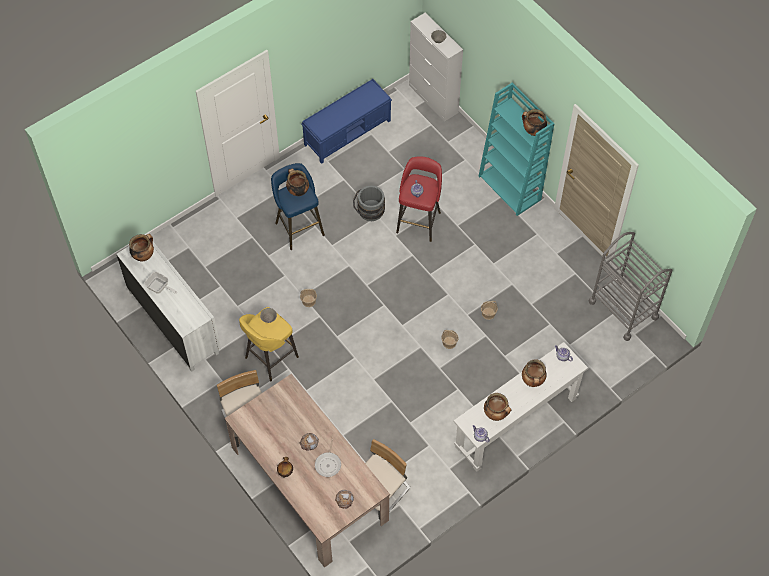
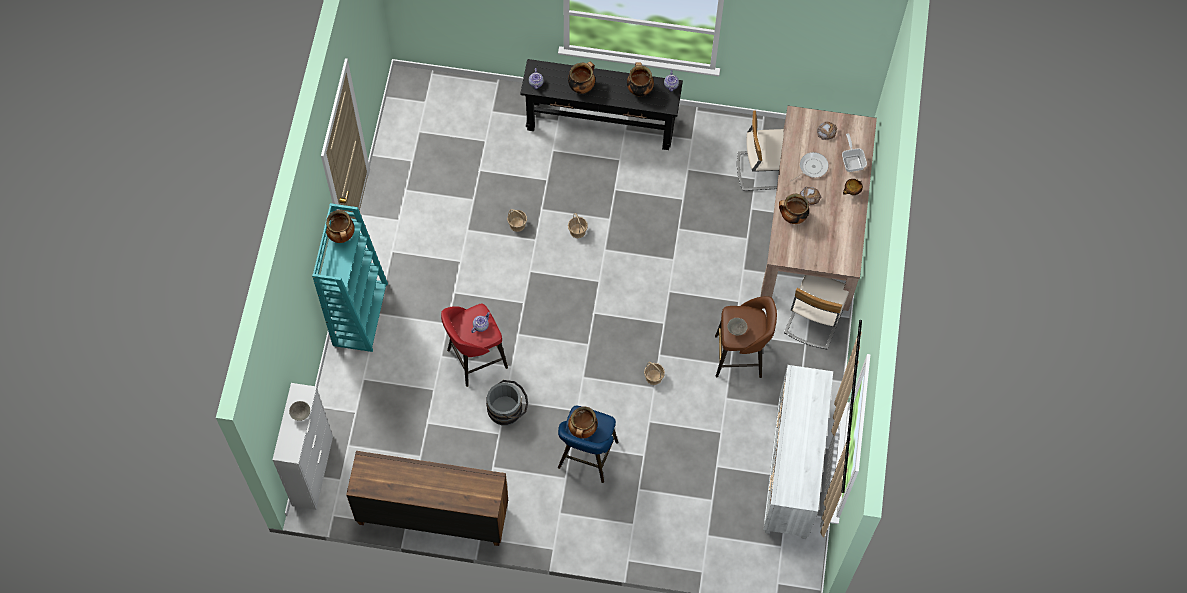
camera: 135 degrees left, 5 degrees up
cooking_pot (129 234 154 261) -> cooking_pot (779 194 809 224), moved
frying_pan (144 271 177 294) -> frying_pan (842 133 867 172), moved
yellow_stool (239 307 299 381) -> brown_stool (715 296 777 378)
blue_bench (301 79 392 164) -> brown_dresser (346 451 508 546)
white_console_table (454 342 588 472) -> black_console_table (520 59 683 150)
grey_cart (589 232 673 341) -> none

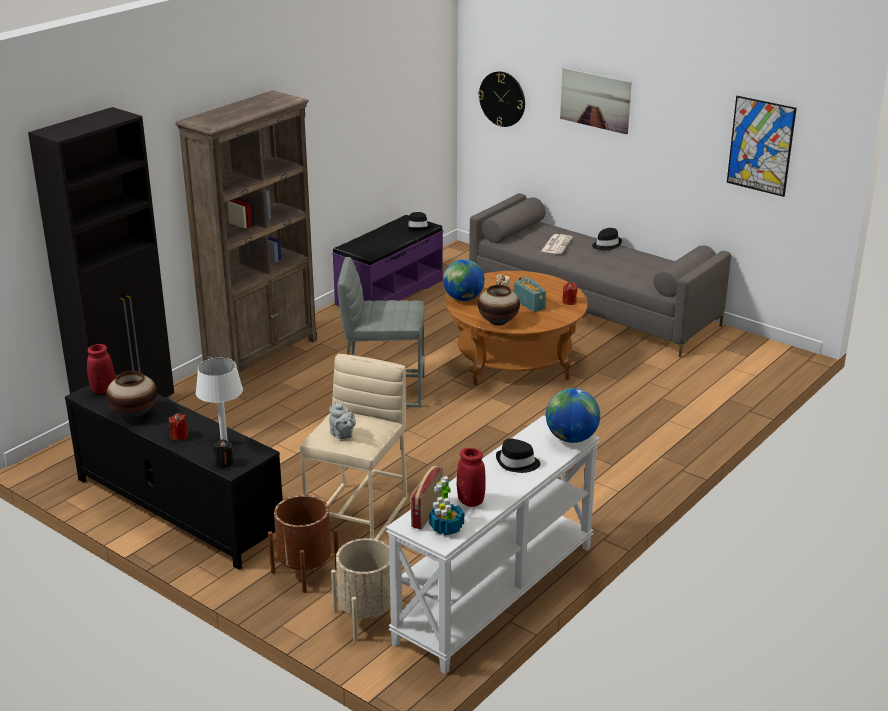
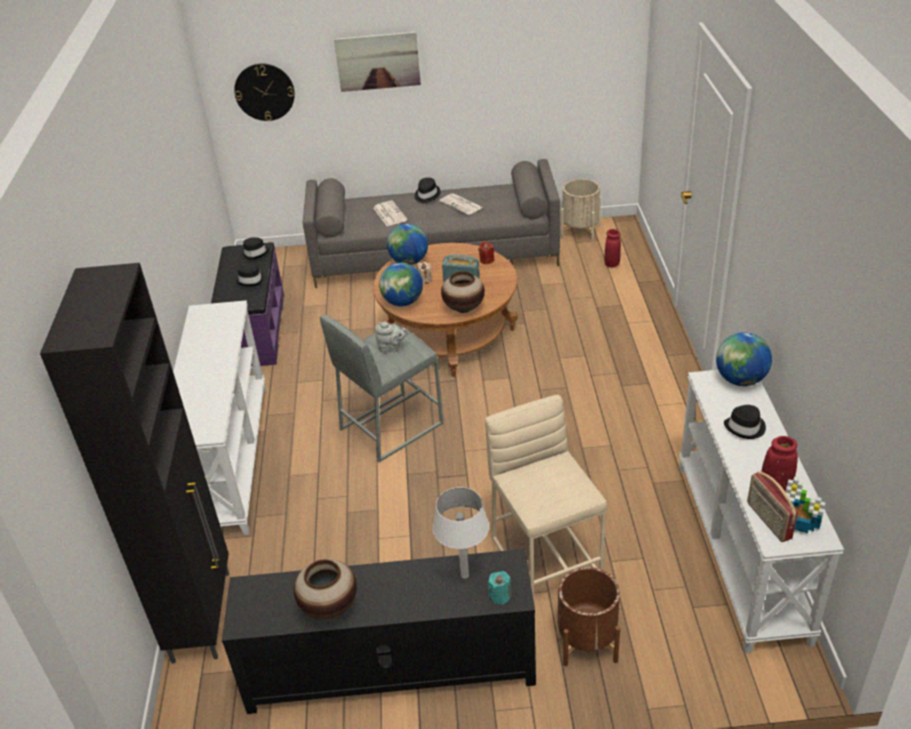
camera: 40 degrees left, 10 degrees up
red_vase (87 344 115 394) -> red_vase (605 229 621 267), moved
red_candle (169 413 188 440) -> none
brown_bookcase (175 90 317 373) -> white_console_table (173 300 266 535)
black_candle (214 440 234 468) -> turquoise_candle (488 571 511 605)
grey_teapot (329 401 356 439) -> grey_teapot (375 321 409 352), moved
beige_planter (331 538 391 641) -> beige_planter (561 179 601 242), moved
picture (727 96 797 197) -> none
none -> black_hat (235 263 266 286)
none -> globe (387 224 428 265)
none -> newspaper (439 193 483 215)

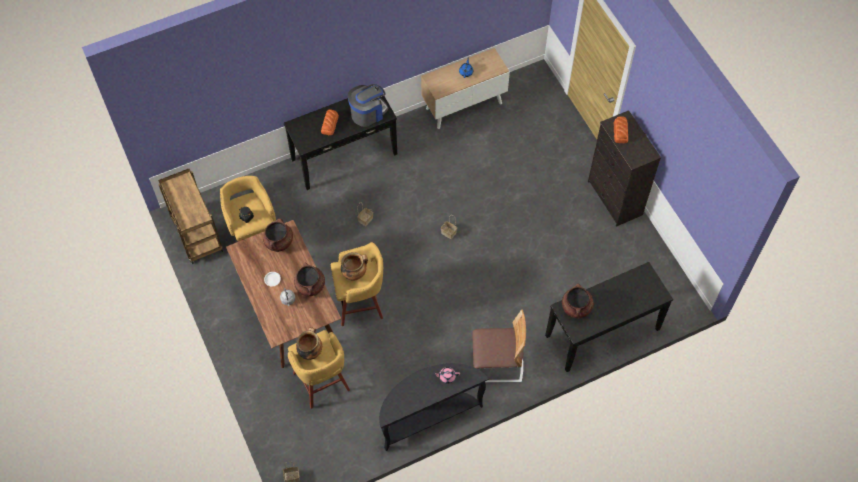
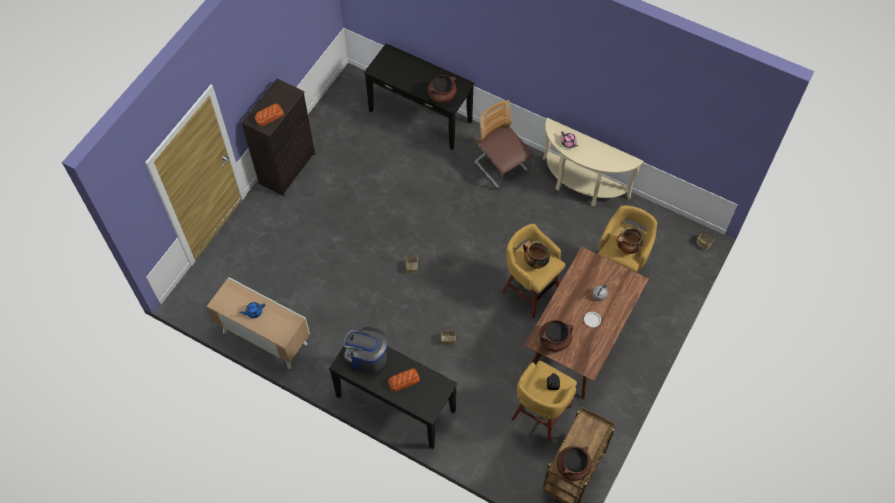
camera: 125 degrees left, 0 degrees up
brown_cooking_pot (294 263 325 296) -> brown_cooking_pot (557 446 591 481), moved
black_console_table (379 363 489 451) -> beige_console_table (543 118 643 206)

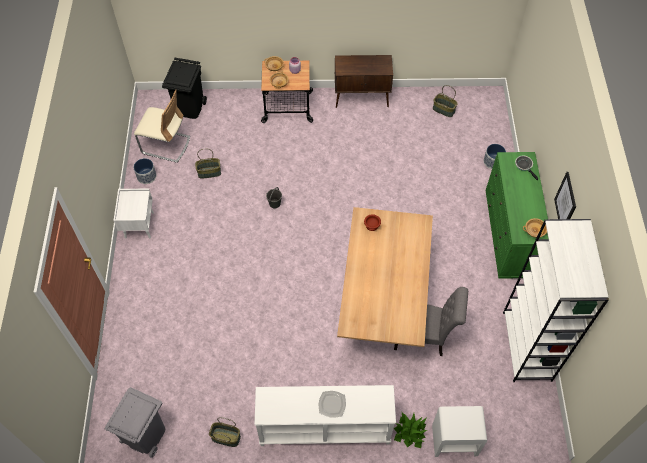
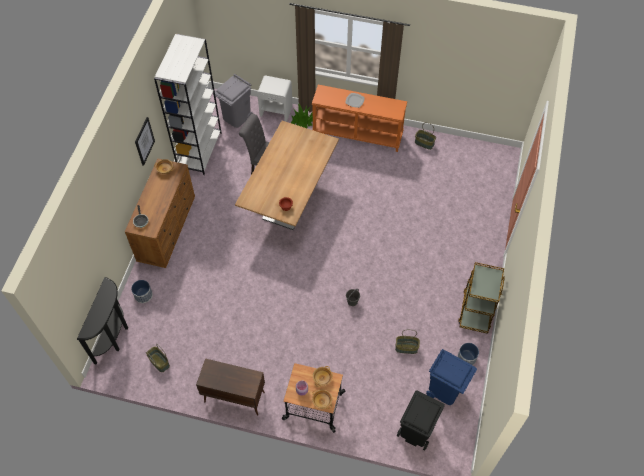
camera: 165 degrees left, 0 degrees up
grey_trash_can (105 387 165 458) -> grey_trash_can (213 74 253 128), moved
white_nightstand (113 189 154 239) -> brown_cart (458 262 505 334)
beige_chair (134 89 190 163) -> blue_trash_can (426 349 477 405)
white_console_table (254 385 396 446) -> orange_console_table (312 85 407 152)
green_dresser (486 152 548 279) -> brown_dresser (125 159 195 268)
none -> black_console_table (77 277 128 365)

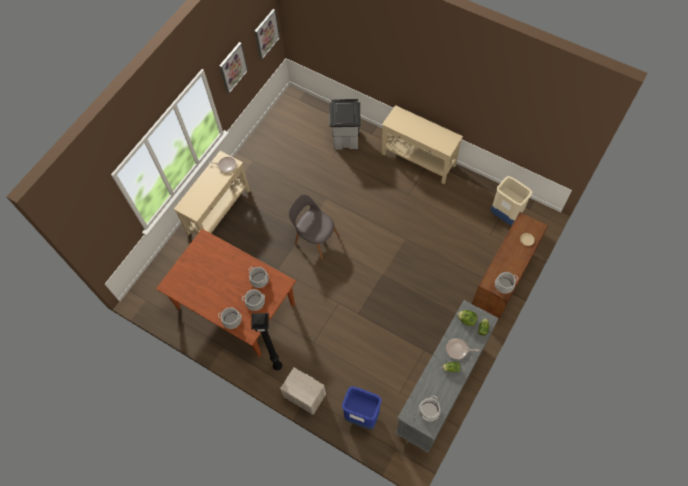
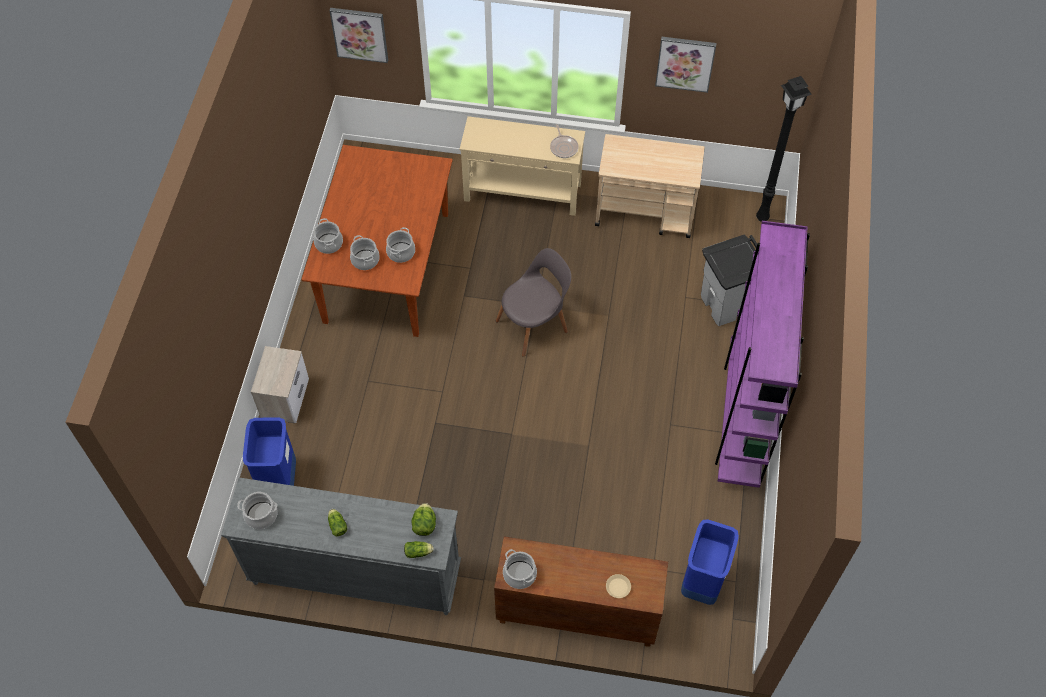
camera: 65 degrees right, 5 degrees down
black_floor_lamp (251 313 282 371) -> black_floor_lamp (756 76 812 222), moved
picture (255 9 280 60) -> picture (329 8 388 63), moved
grey_chair (289 195 340 259) -> grey_chair (496 248 571 357), 45 degrees clockwise
beige_console_table (382 105 463 184) -> purple_bookcase (715 221 810 488)
frying_pan (446 338 479 359) -> none
beige_trash_can (491 176 532 225) -> blue_trash_can (681 520 739 605)
none -> beige_cart (595 134 705 238)

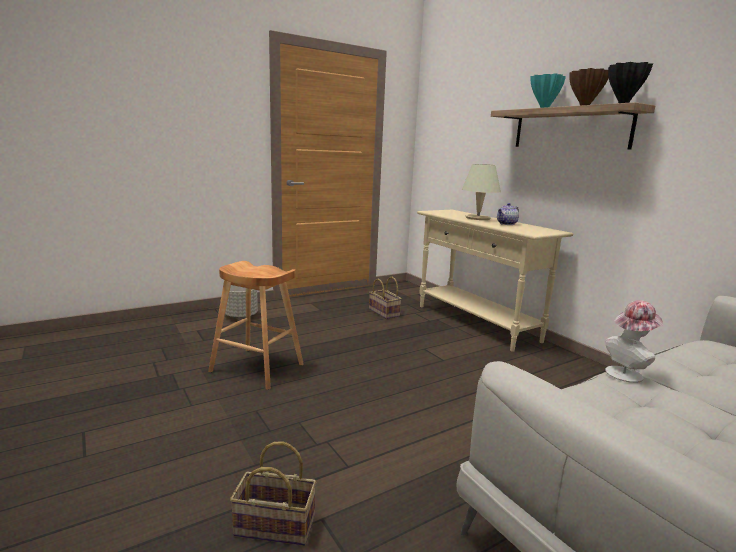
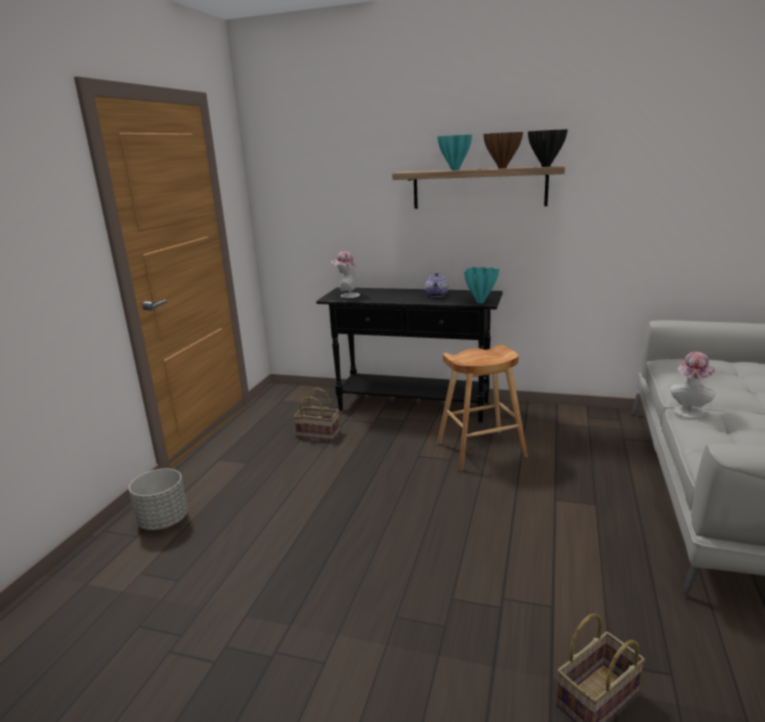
camera: 40 degrees left, 5 degrees up
brown_stool (208 261 304 390) -> brown_stool (437 344 528 471), moved
beige_console_table (417 210 573 352) -> black_console_table (316 287 503 422)
beige_table_lamp (462 164 501 220) -> none
none -> hat (331 251 360 298)
none -> turquoise_vase (464 267 499 303)

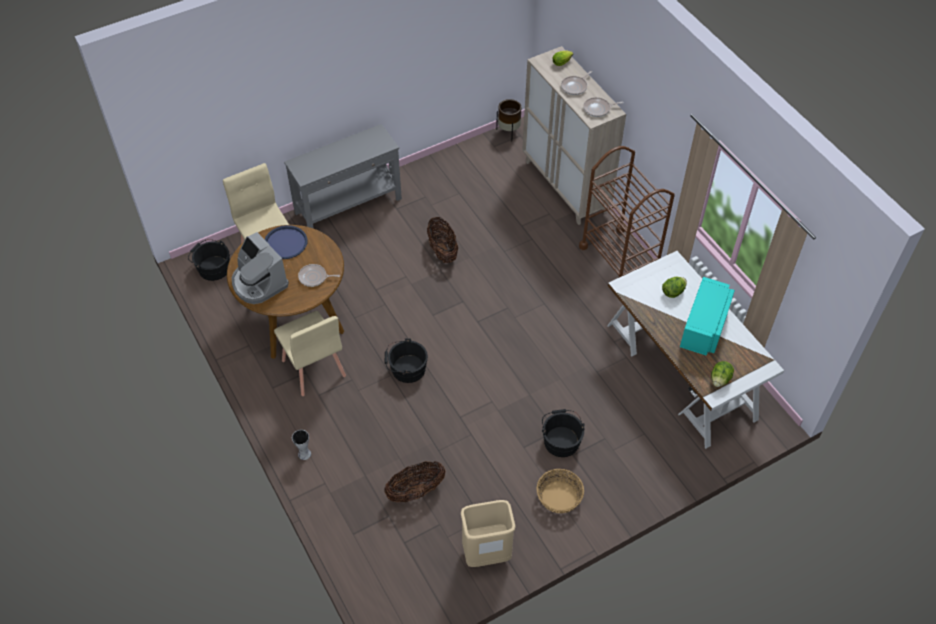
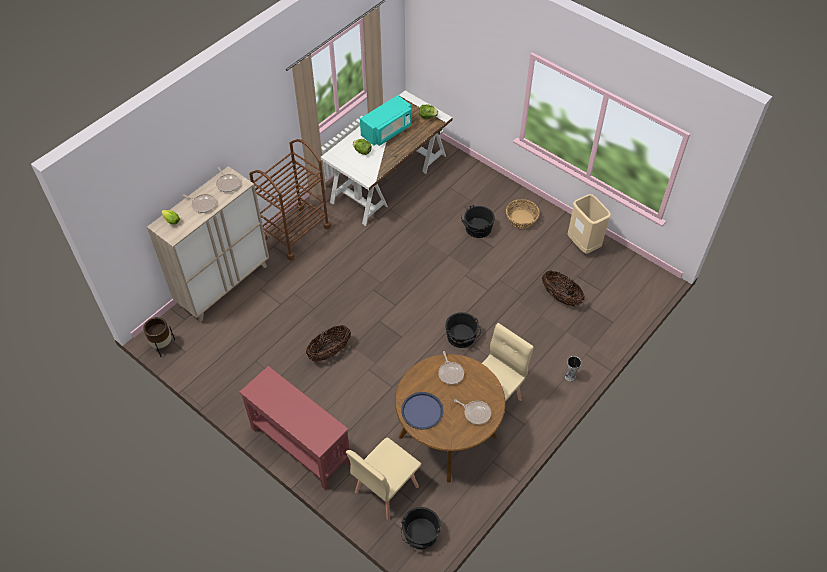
camera: 110 degrees left, 0 degrees up
coffee_machine (232 232 289 304) -> frying_pan (454 399 491 425)
grey_console_table (284 124 402 229) -> red_console_table (240 366 351 490)
turquoise_microwave (680 277 735 356) -> turquoise_microwave (360 95 412 146), 135 degrees clockwise

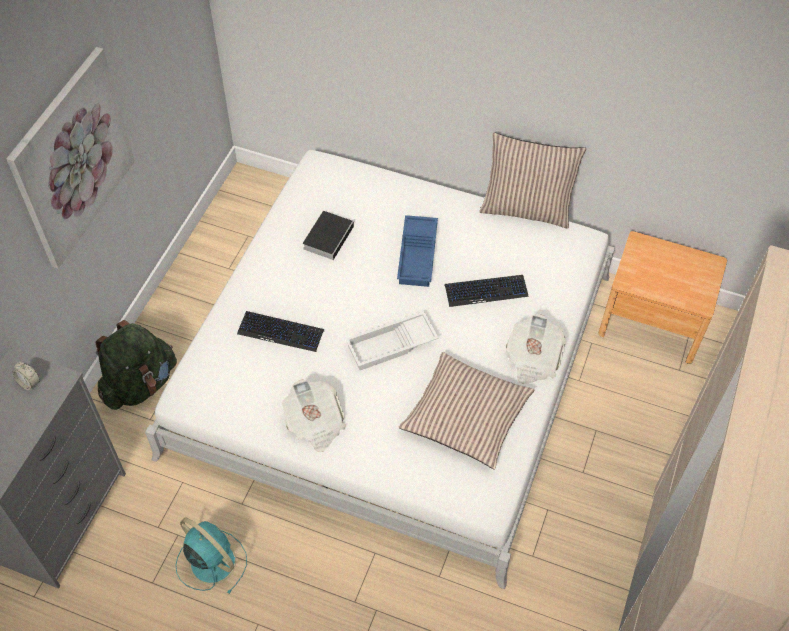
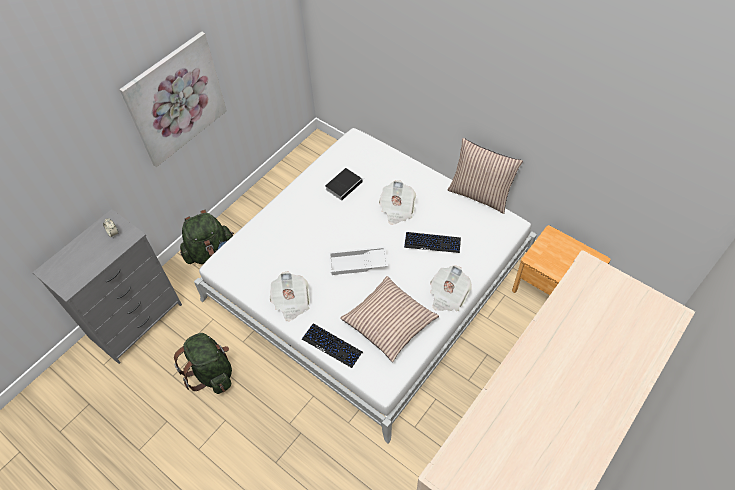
camera: 20 degrees right, 0 degrees up
turquoise_fan (175 518 247 594) -> green_backpack (174 333 232 394)
keyboard (237 311 324 352) -> keyboard (302 323 363 368), moved
blue_tray (397 215 438 287) -> newspaper (379 180 416 225)

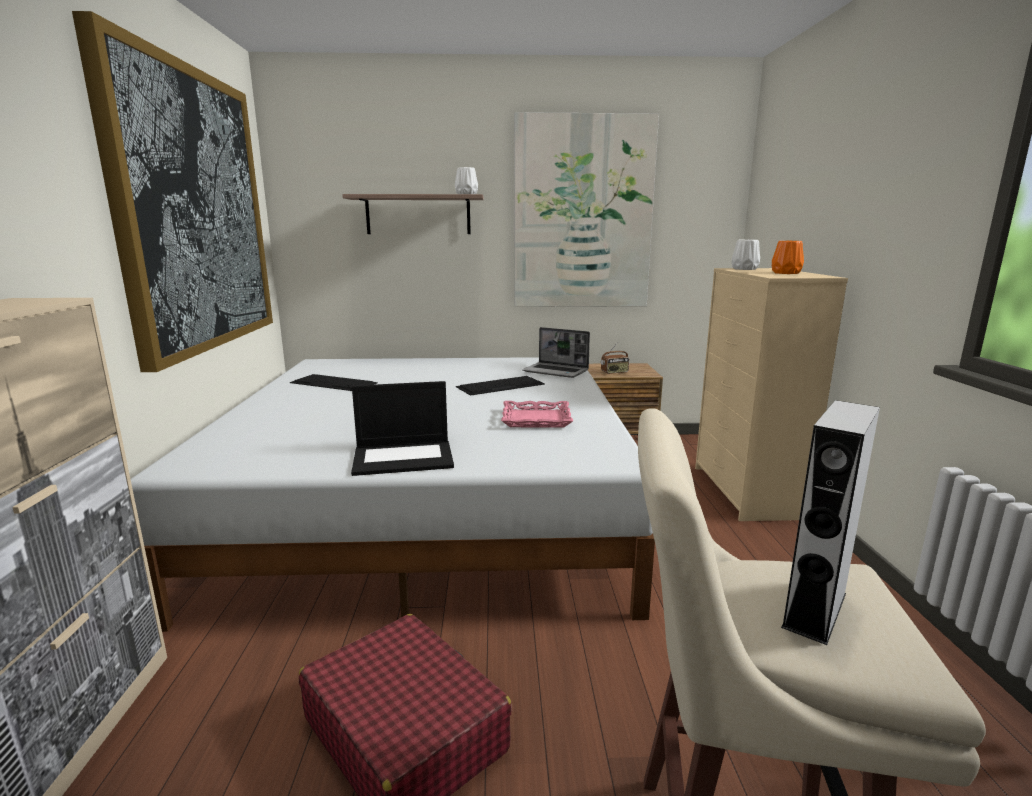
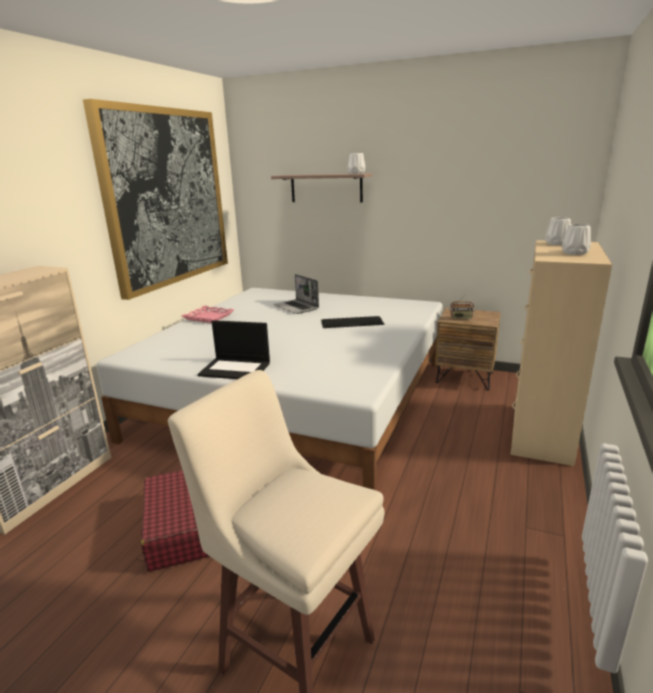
camera: 25 degrees right, 5 degrees up
keyboard (290 374 378 391) -> none
pink_tray (501 401 573 428) -> pink_tray (182 306 234 323), moved
picture (514 112 659 307) -> none
laptop (522 327 590 378) -> laptop (274 274 319 314), moved
orange_vase (772 241 804 274) -> white_vase (562 224 591 255)
grey_speaker (781 400 880 645) -> none

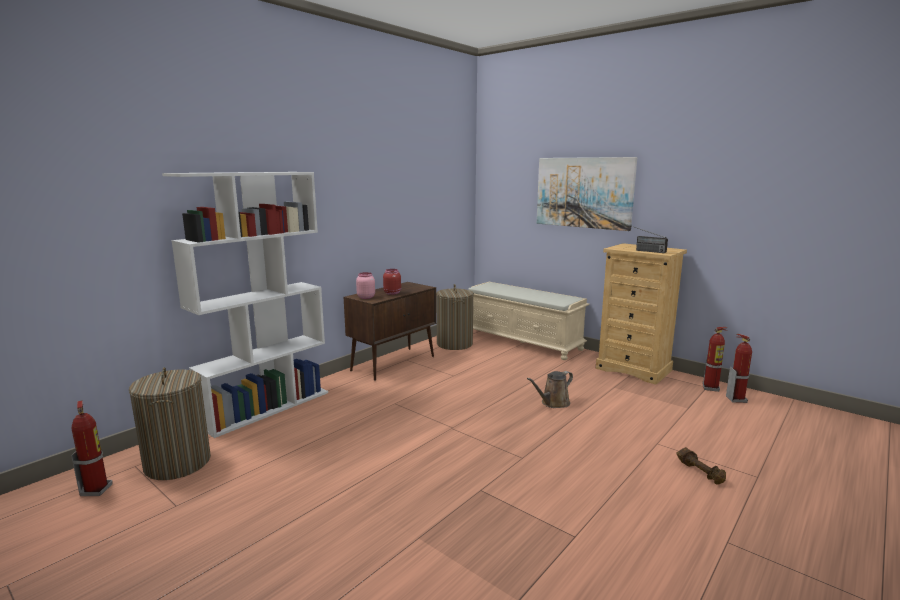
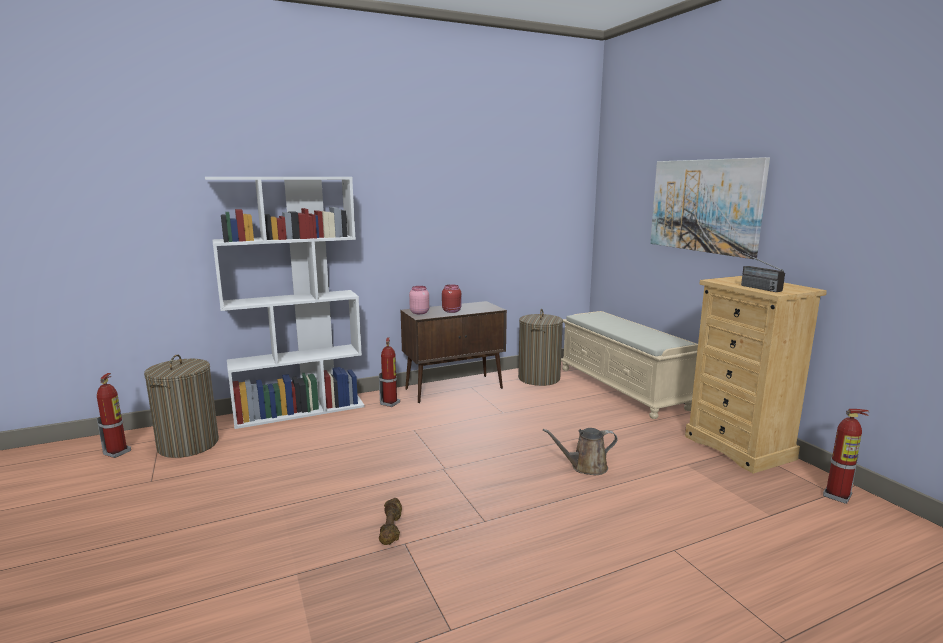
camera: 25 degrees right, 0 degrees up
brown_dumbbell (676 447 726 484) -> brown_dumbbell (379 498 402 545), moved
fire_extinguisher (726 334 752 403) -> fire_extinguisher (379 337 400 407), moved

